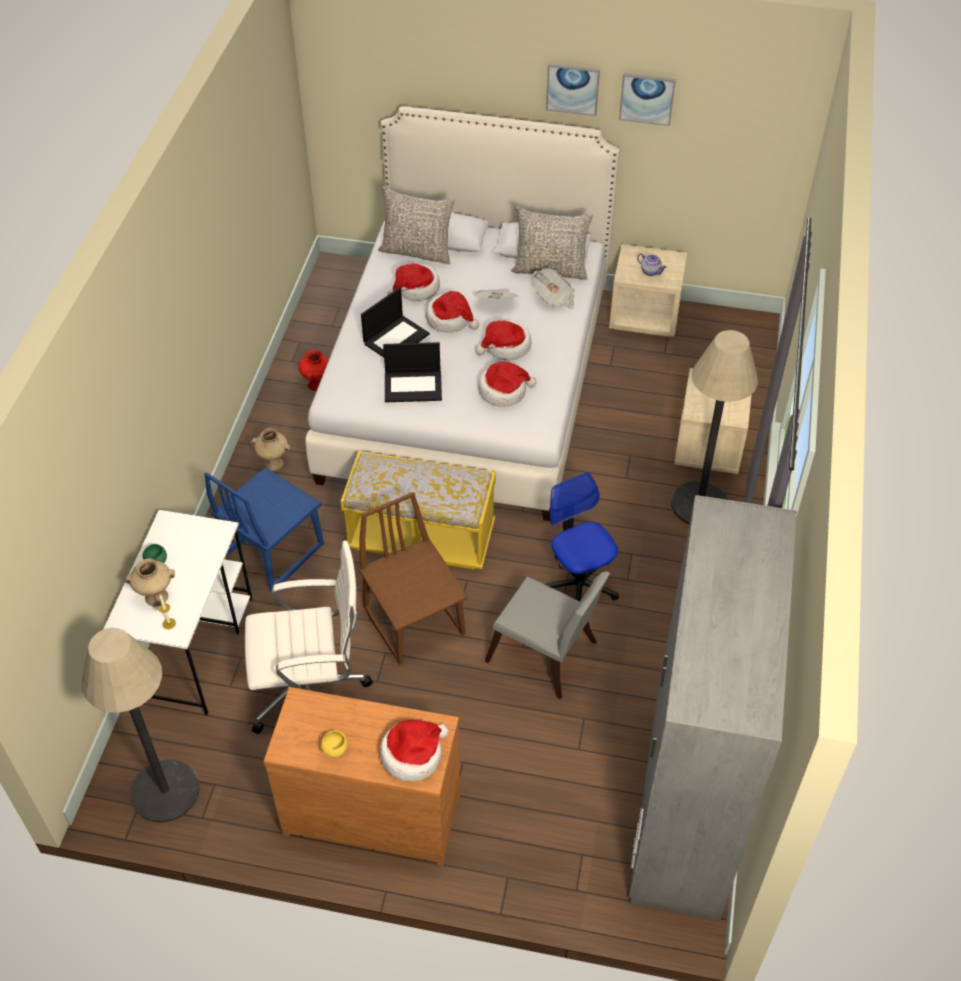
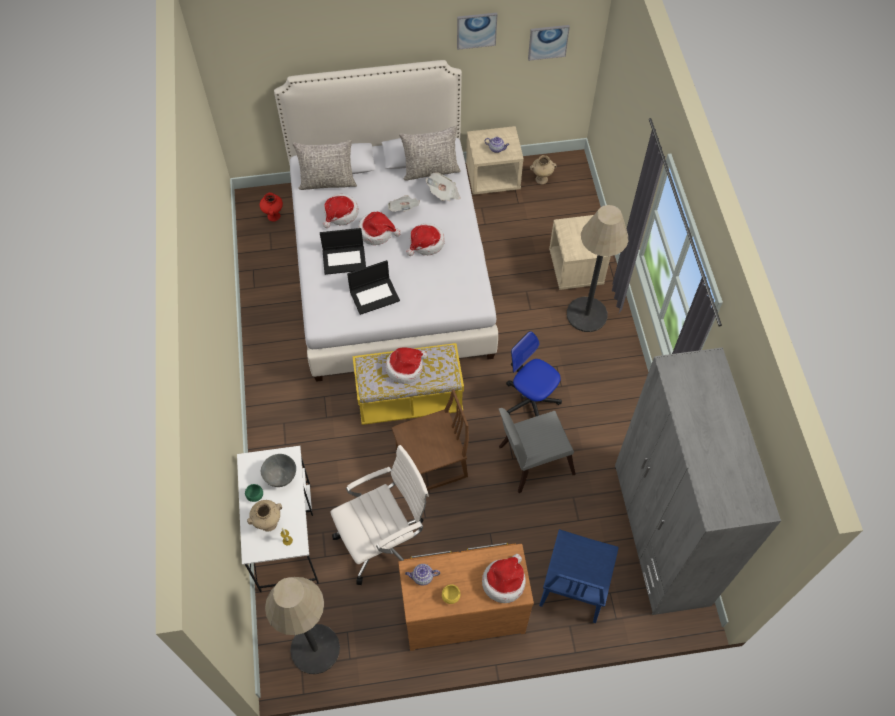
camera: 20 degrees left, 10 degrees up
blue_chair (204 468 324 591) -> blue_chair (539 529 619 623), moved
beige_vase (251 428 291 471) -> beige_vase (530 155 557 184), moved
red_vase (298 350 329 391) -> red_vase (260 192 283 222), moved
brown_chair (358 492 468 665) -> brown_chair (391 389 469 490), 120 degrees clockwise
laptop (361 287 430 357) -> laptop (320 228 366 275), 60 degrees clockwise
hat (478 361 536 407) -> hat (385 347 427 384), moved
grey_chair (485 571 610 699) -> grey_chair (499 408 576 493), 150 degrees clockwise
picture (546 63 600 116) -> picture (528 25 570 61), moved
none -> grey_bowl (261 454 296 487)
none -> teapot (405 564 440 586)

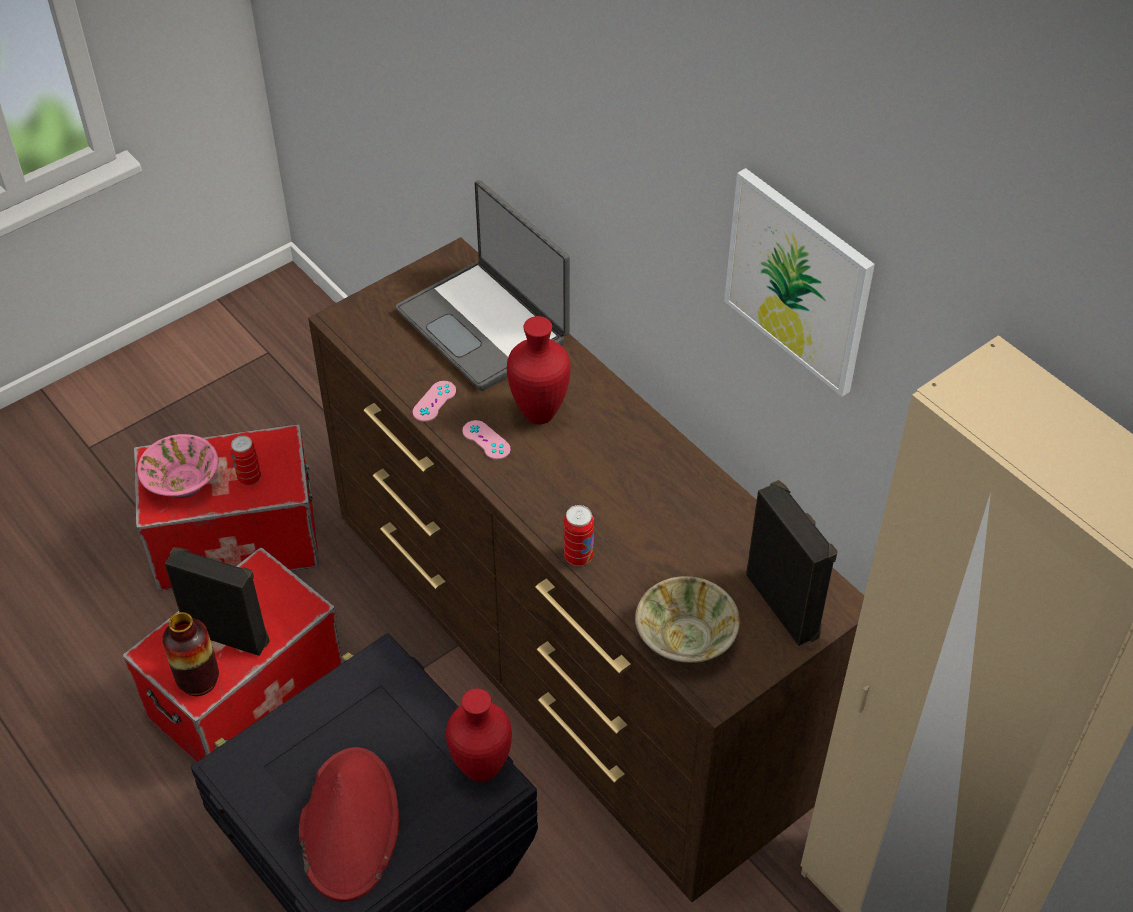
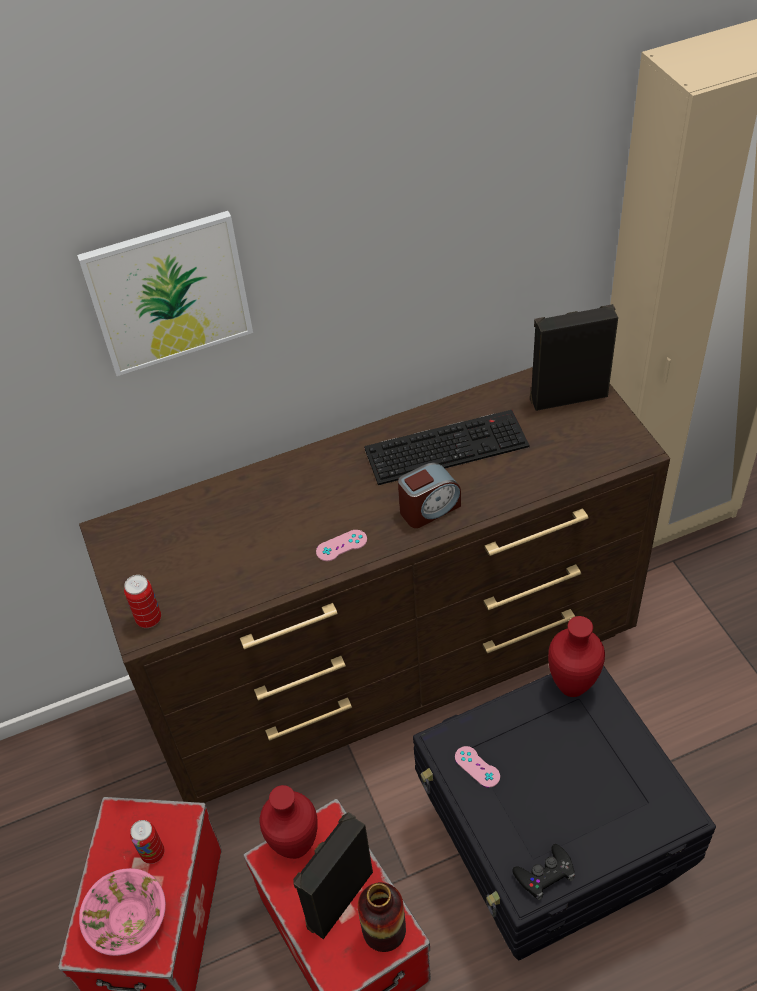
camera: 70 degrees left, 0 degrees up
red_hat (299 747 399 902) -> none
laptop (396 180 570 391) -> none
pink_game_controller (412 381 456 422) -> pink_game_controller (455 746 500 788), moved
red_vase (507 316 571 424) -> red_vase (259 785 318 859), moved
can (564 505 594 566) -> can (124 575 161 628), moved
beige_bowl (635 576 740 663) -> none
picture (724 168 875 397) -> picture (77 211 253 376), moved
none -> keyboard (364 410 530 485)
none -> alarm_clock (398 462 461 528)
none -> black_game_controller (513 844 575 900)

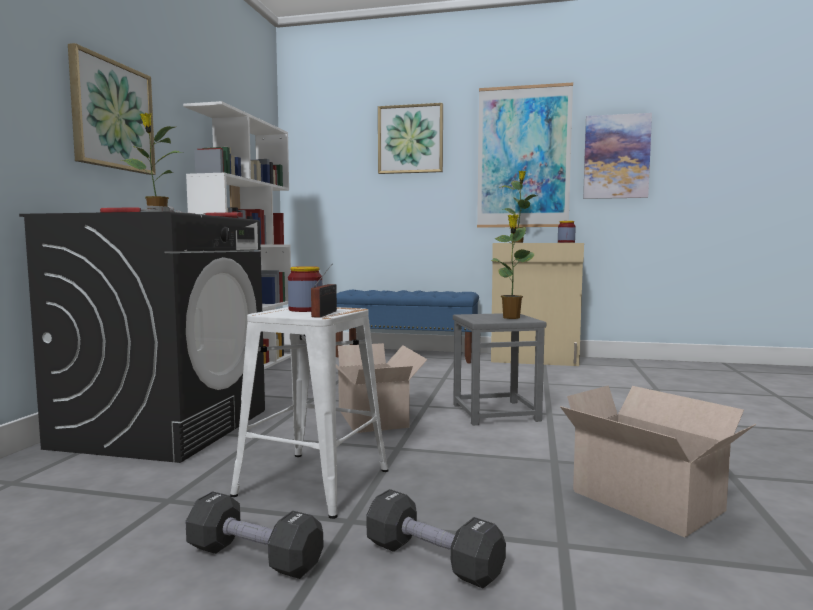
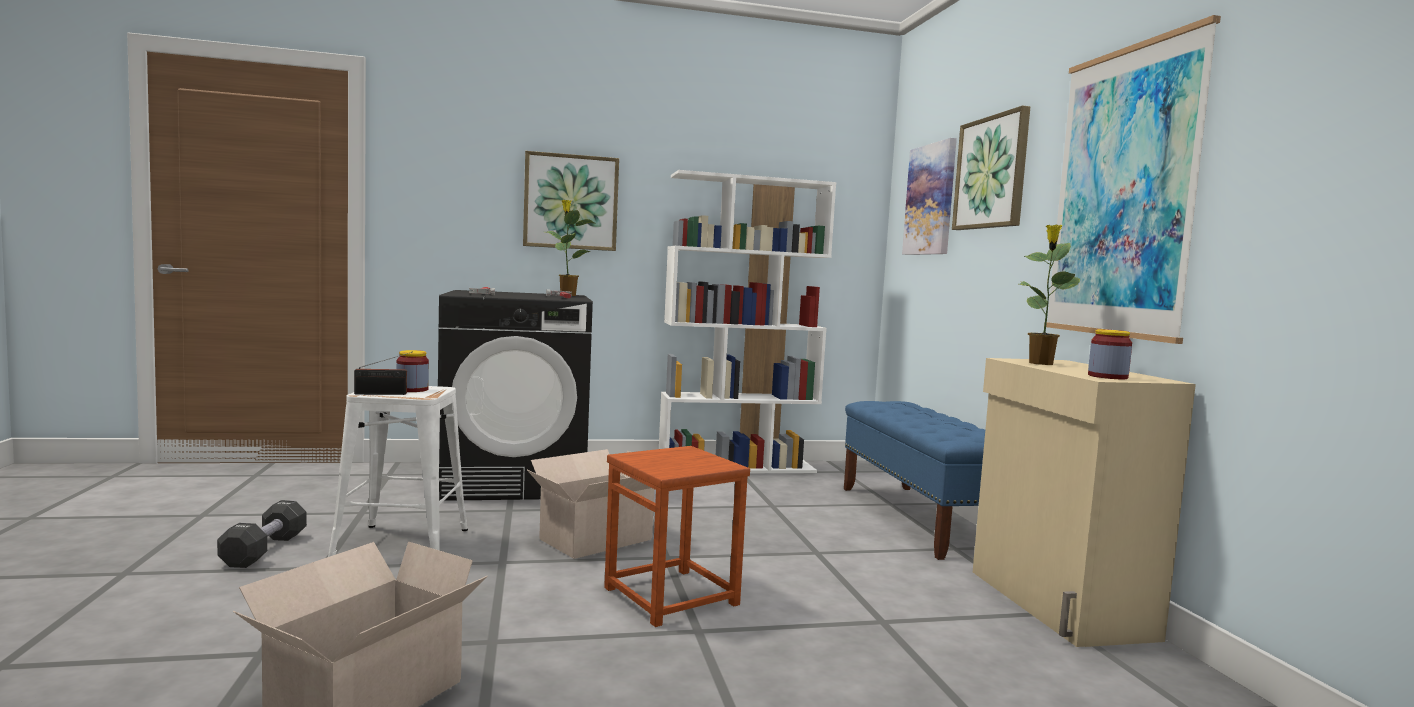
camera: 65 degrees right, 0 degrees up
black_dumbbell (367 489 506 589) -> none
grey_stool (453 313 546 425) -> brown_stool (604 446 750 627)
potted_plant (491 214 534 319) -> none
picture (583 113 652 199) -> picture (902 138 957 255), moved

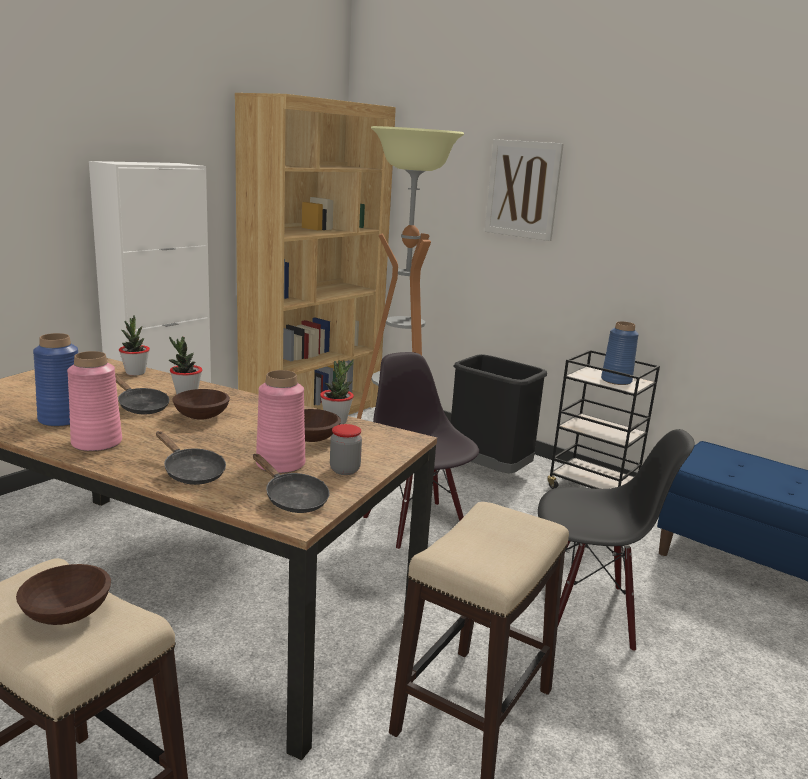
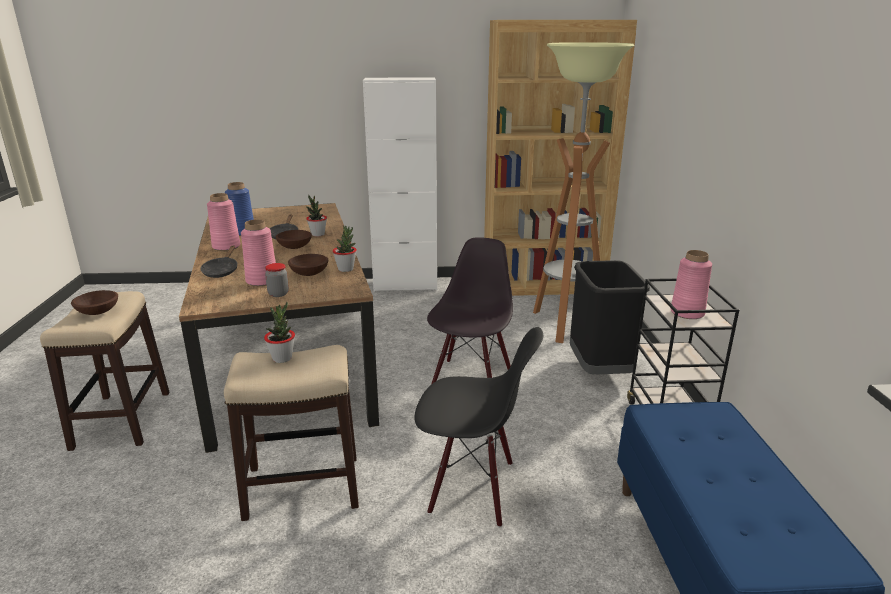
camera: 50 degrees right, 5 degrees up
potted_plant (119 315 150 376) -> potted_plant (264 302 295 363), moved
black_frying_pan (253 454 330 513) -> none
picture (485 139 564 241) -> none
black_chair (538 429 695 652) -> black_chair (414 327 543 527), 45 degrees counterclockwise
blue_vase (601 321 639 385) -> pink_vase (671 250 712 319)

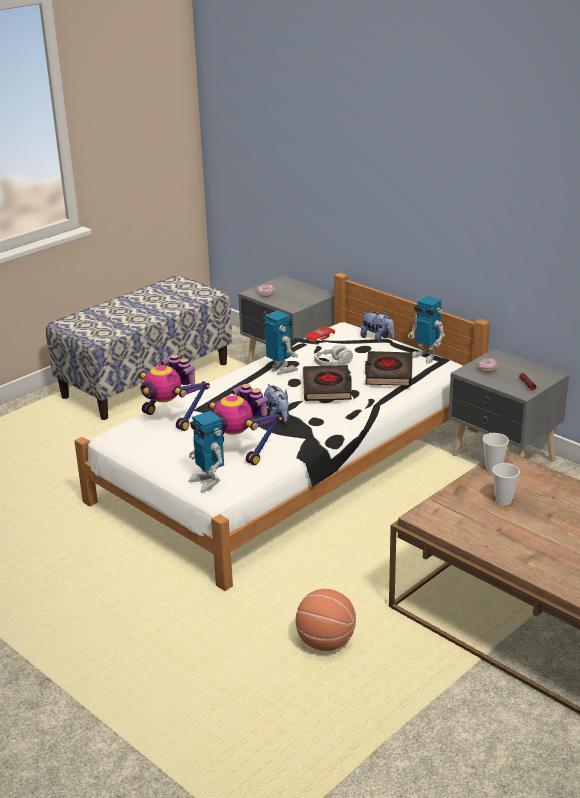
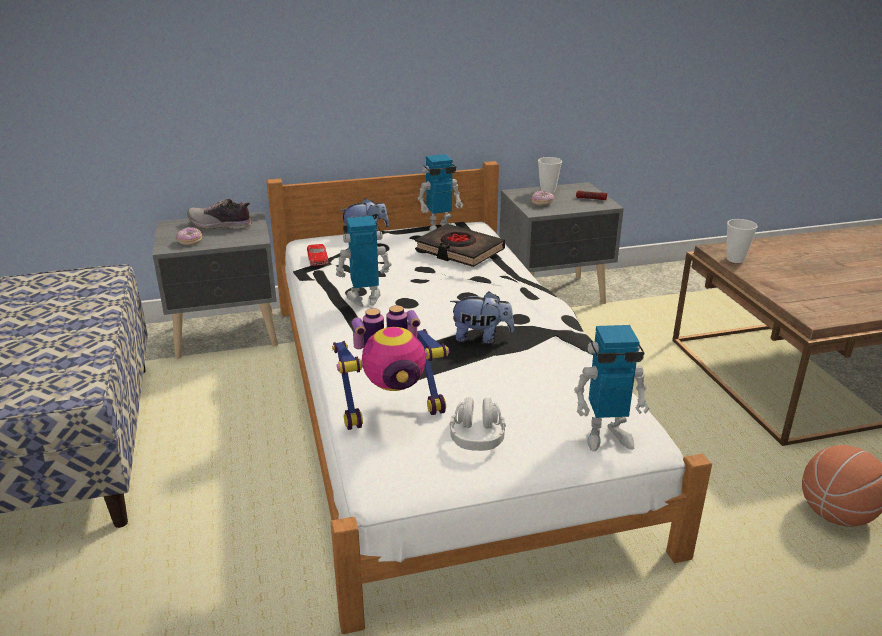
camera: 60 degrees left, 0 degrees up
toy_robot (208 384 283 466) -> none
black_book (303 365 352 401) -> none
grey_headphones (314 345 353 366) -> grey_headphones (449 397 506 451), moved
cup (492 463 520 505) -> cup (538 157 562 193), moved
none -> shoe (187 199 252 229)

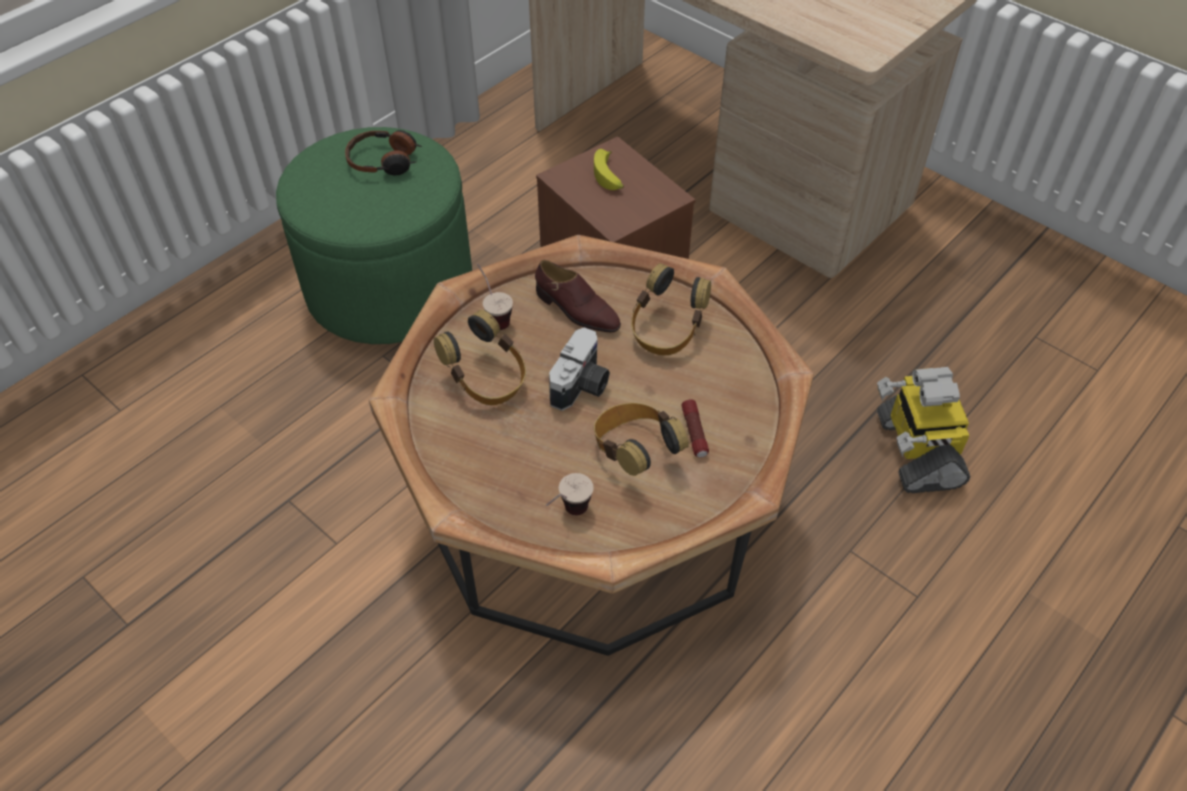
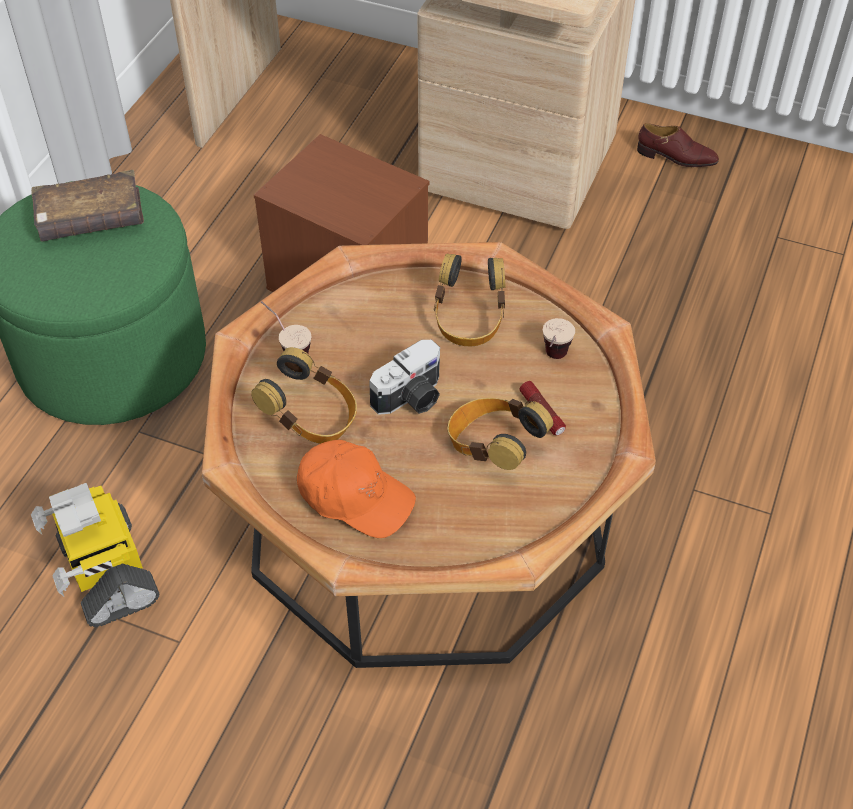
camera: 20 degrees left, 0 degrees up
headphones (345 130 422 175) -> brown_book (31 170 144 242)
brown_shoe (535 260 621 333) -> brown_shoe (637 123 719 167), moved
cup (546 473 594 515) -> cup (543 318 575 359), moved
photo_camera (549 327 610 411) -> photo_camera (369 340 440 415), 45 degrees clockwise
banana (594 149 624 190) -> none
toy_robot (877 367 970 493) -> toy_robot (31 483 159 627), moved
none -> orange_cap (297 440 416 538)

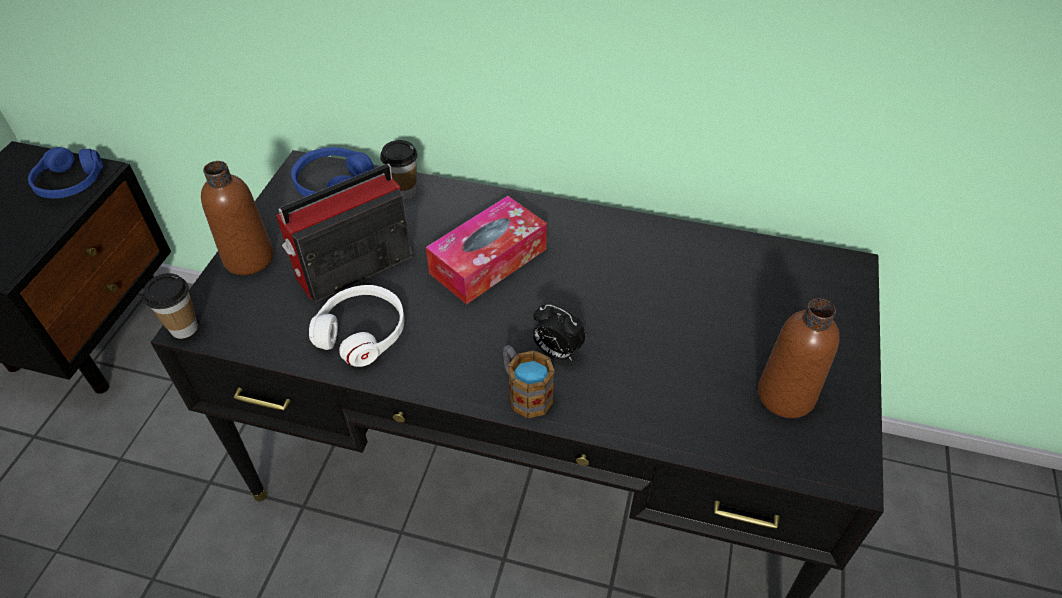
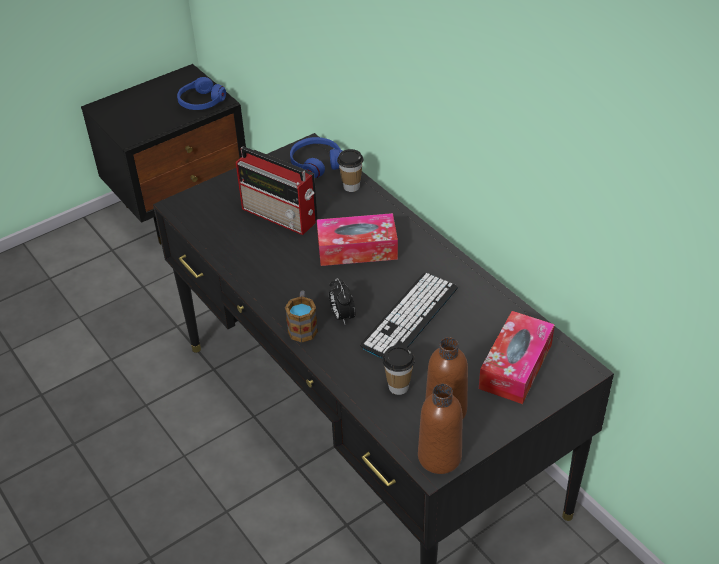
camera: 40 degrees right, 5 degrees down
cup (143 273 198 339) -> cup (382 345 415 395), moved
brown_bottle (201 161 273 275) -> brown_bottle (418 384 463 474), moved
radio (276 164 412 302) -> radio (236 146 318 235), 150 degrees counterclockwise
white_headphones (309 285 404 367) -> none
none -> keyboard (360 273 458 358)
none -> tissue_box (479 311 555 404)

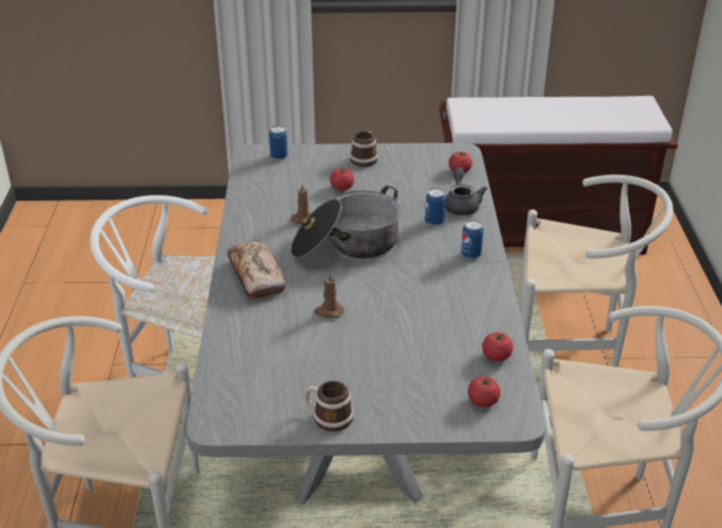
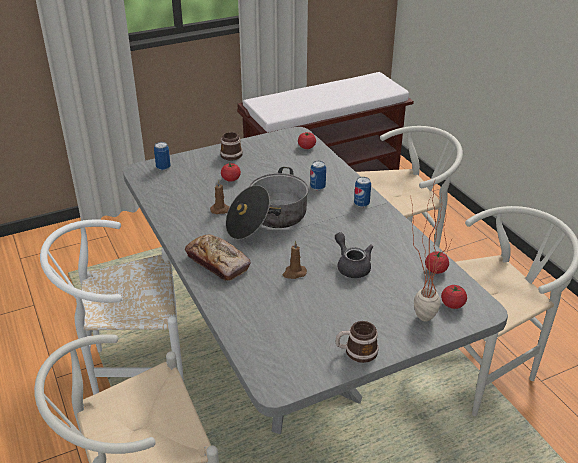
camera: 25 degrees left, 0 degrees up
grey_teapot (445 167 488 215) -> grey_teapot (335 232 373 278), moved
none -> potted_plant (411 181 454 321)

